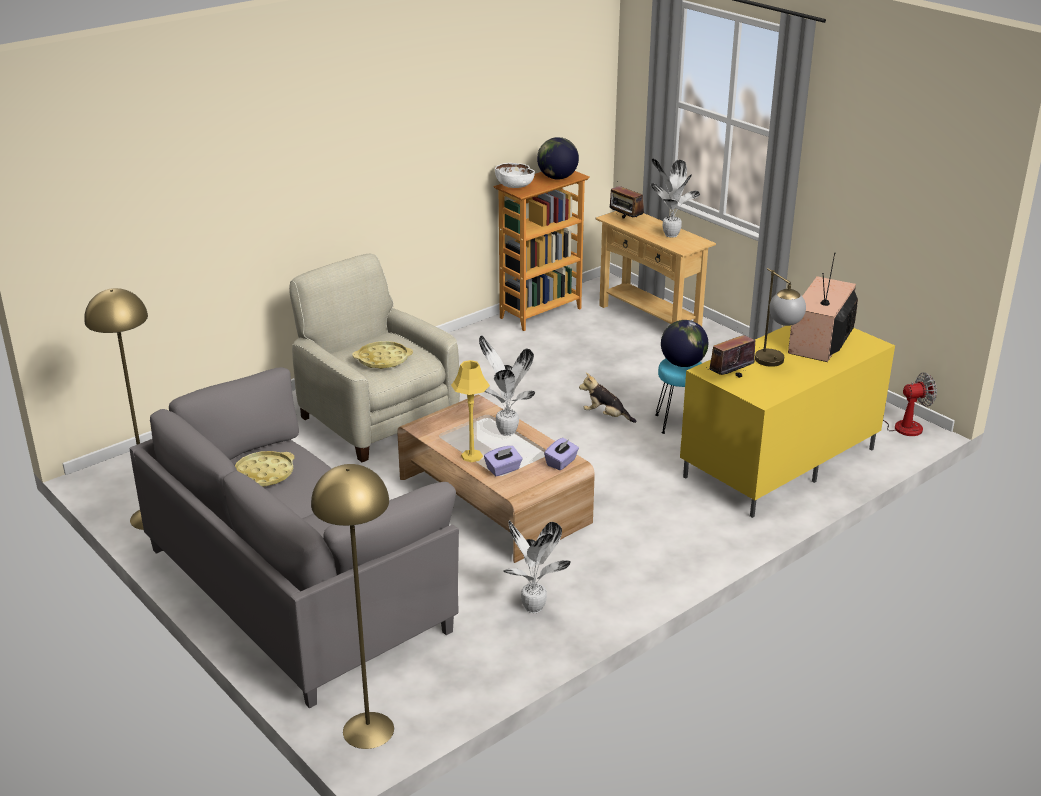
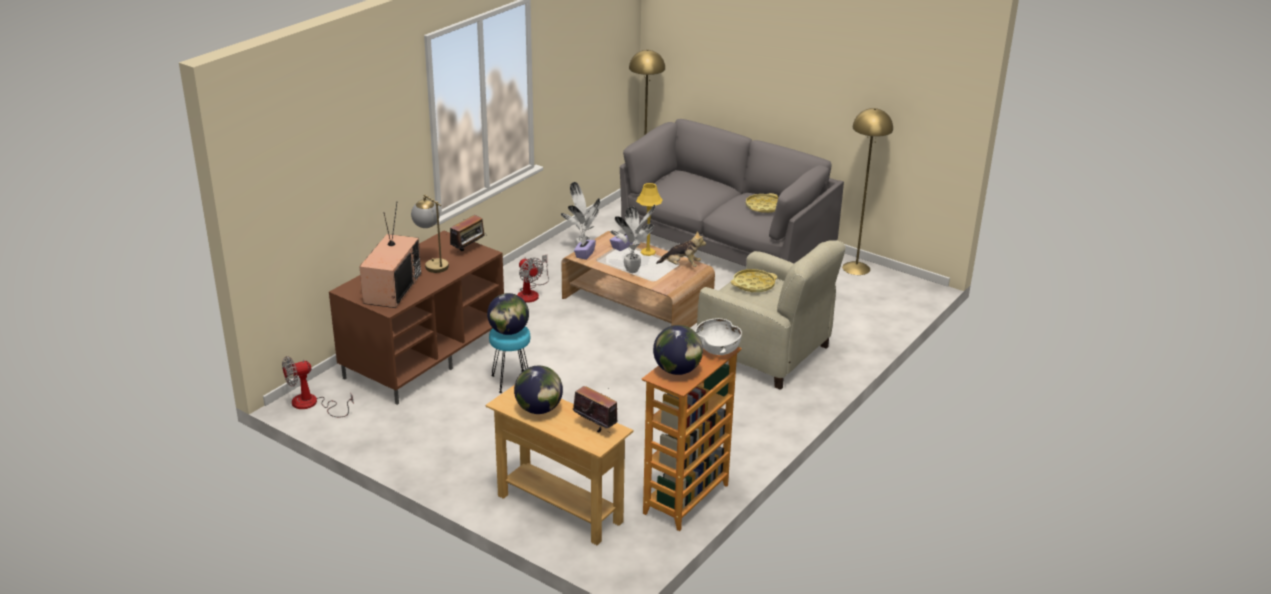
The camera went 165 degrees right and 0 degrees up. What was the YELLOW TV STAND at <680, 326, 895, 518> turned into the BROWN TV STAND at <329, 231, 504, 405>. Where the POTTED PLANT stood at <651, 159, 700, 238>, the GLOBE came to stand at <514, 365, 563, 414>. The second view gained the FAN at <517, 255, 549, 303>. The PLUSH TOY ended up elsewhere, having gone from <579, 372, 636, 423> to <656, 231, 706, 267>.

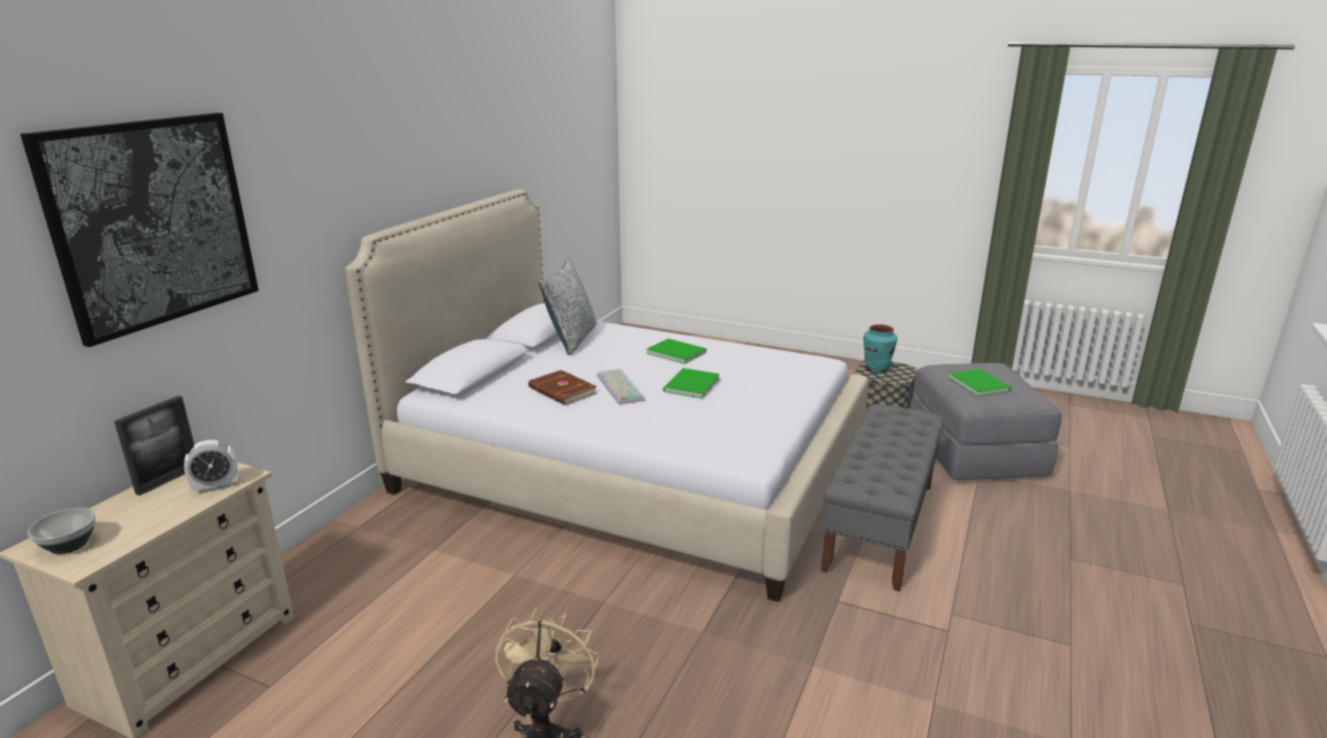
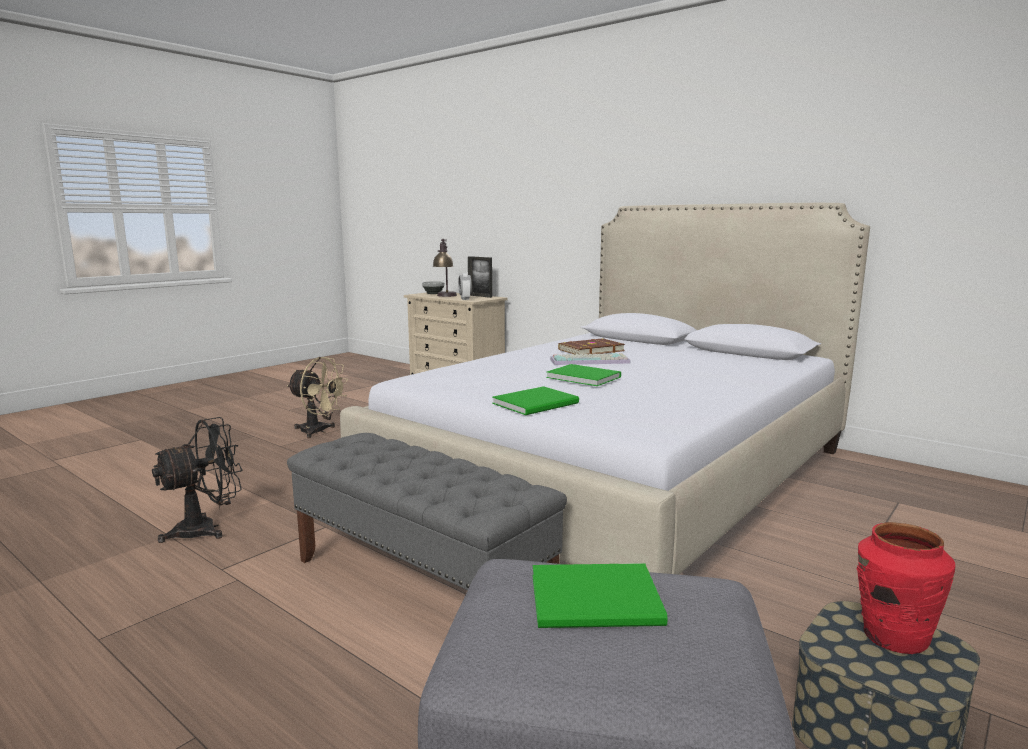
The camera went 105 degrees right and 10 degrees down. The second view gained the BLACK FAN at <152, 417, 242, 543>. The second view gained the TABLE LAMP at <433, 239, 457, 297>. The GREEN BOOK ended up elsewhere, having gone from <647, 338, 706, 364> to <492, 386, 579, 415>. What was the TURQUOISE VASE at <863, 324, 898, 373> turned into the RED VASE at <856, 522, 955, 654>. The second view lost the PICTURE at <20, 113, 259, 347>. The second view lost the PILLOW at <539, 257, 597, 355>.

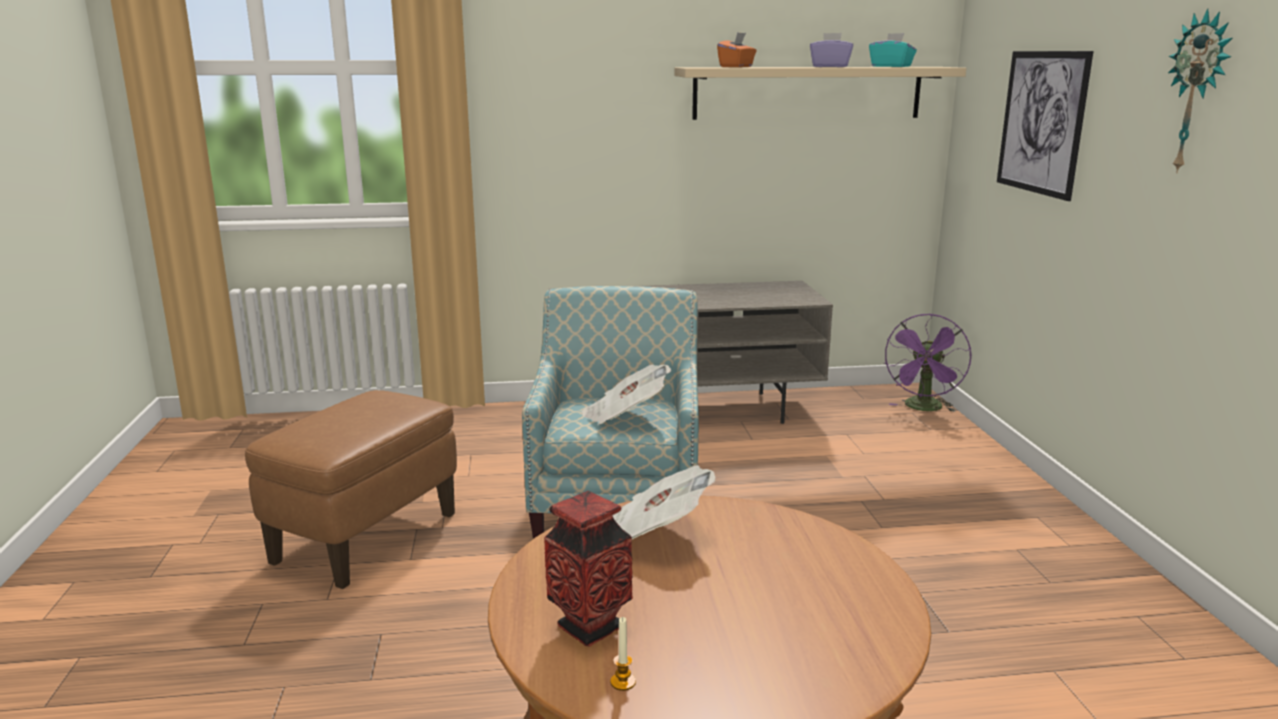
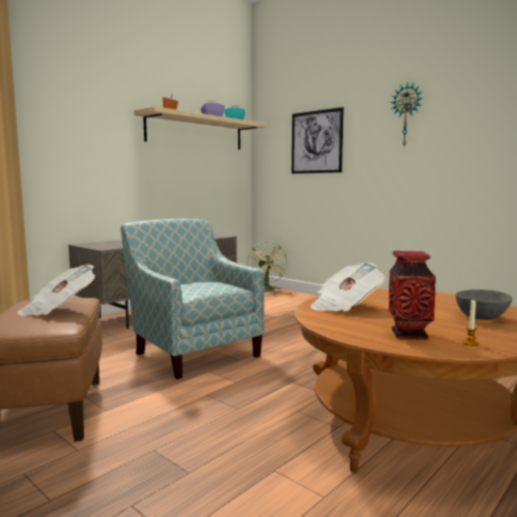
The camera went 40 degrees left and 10 degrees down. The NEWSPAPER ended up elsewhere, having gone from <581, 365, 671, 425> to <18, 264, 95, 316>. What was the PURPLE FAN at <884, 314, 971, 412> turned into the GREEN FAN at <247, 241, 288, 291>. The second view gained the GREY BOWL at <455, 289, 512, 320>.

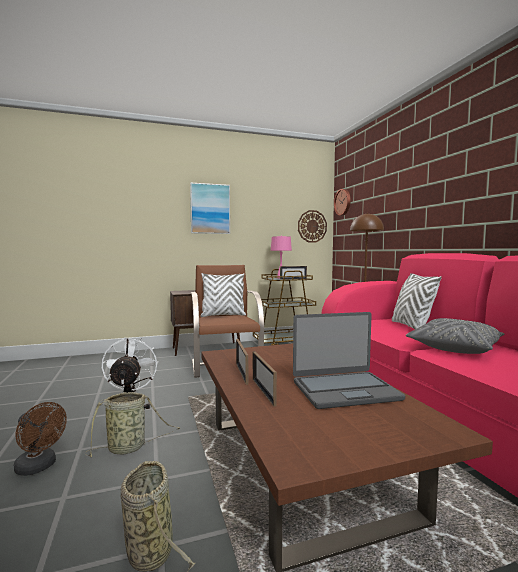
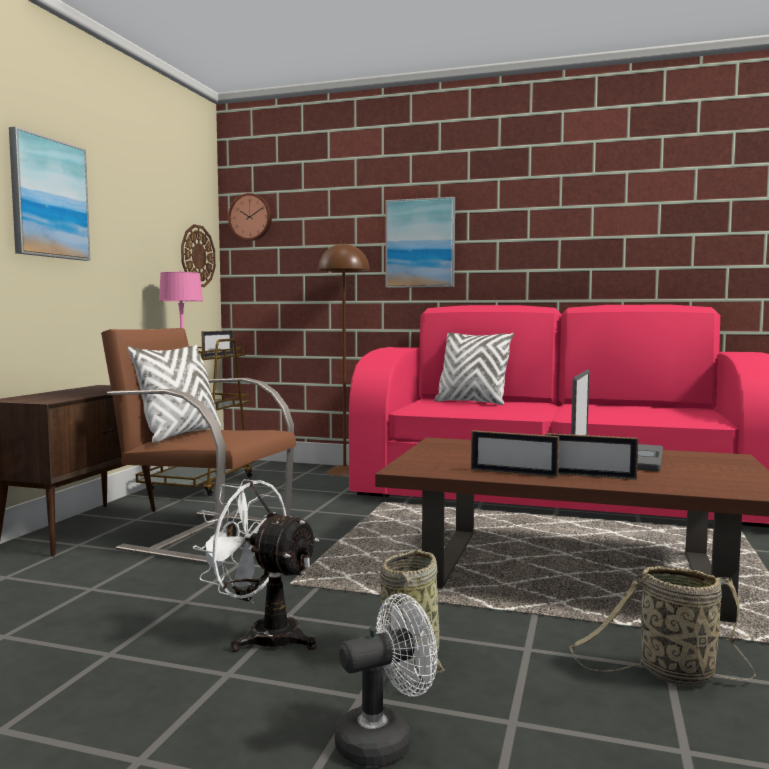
The camera went 55 degrees left and 0 degrees up. What was the BROWN FAN at <14, 402, 67, 476> turned into the WHITE FAN at <335, 593, 438, 767>. The second view gained the PICTURE at <385, 197, 455, 288>. The second view lost the GREY PILLOW at <406, 318, 504, 354>.

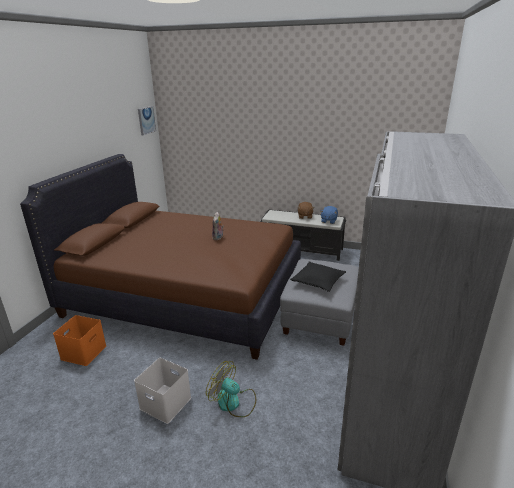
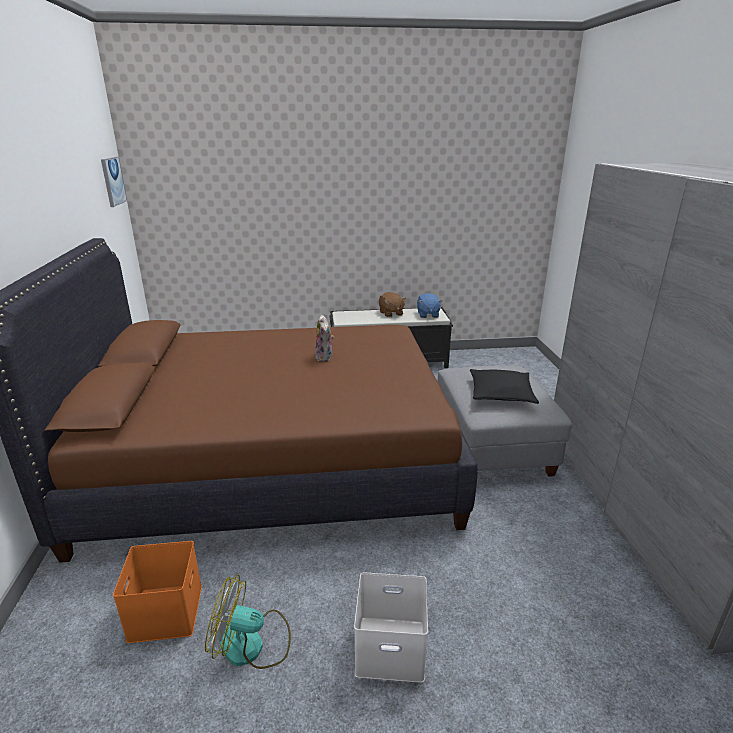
The camera went 25 degrees left and 0 degrees up. The FAN ended up elsewhere, having gone from <206, 361, 256, 417> to <205, 574, 291, 669>.

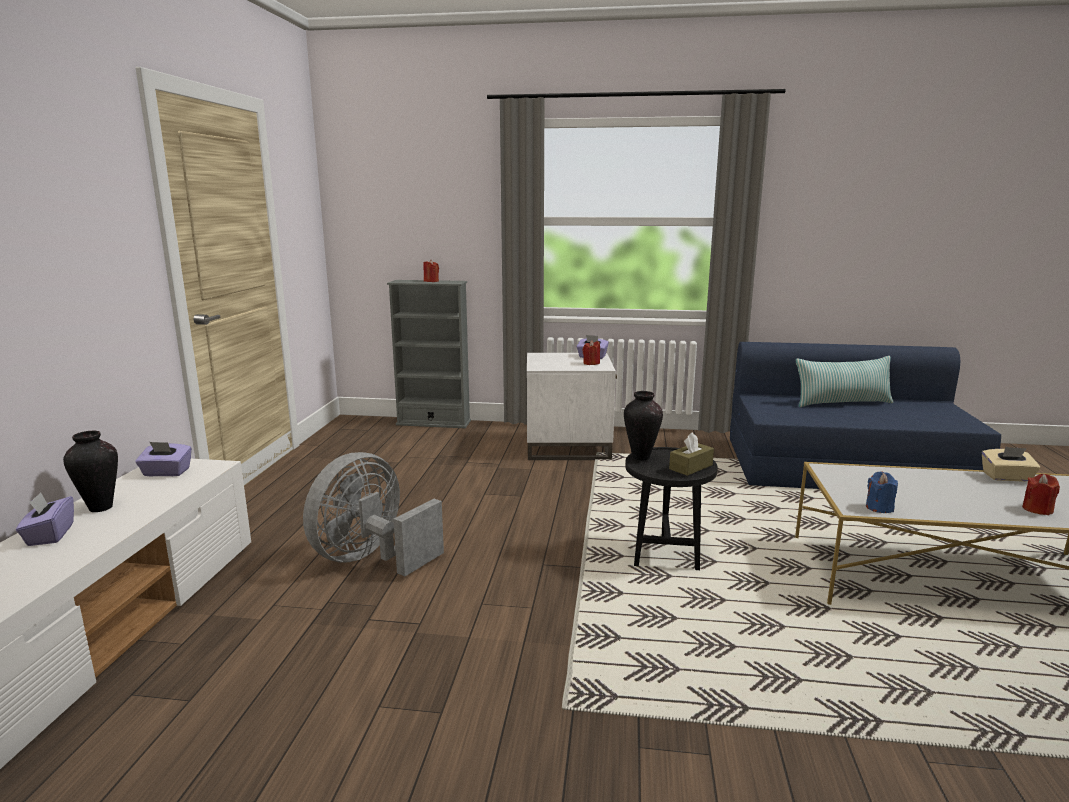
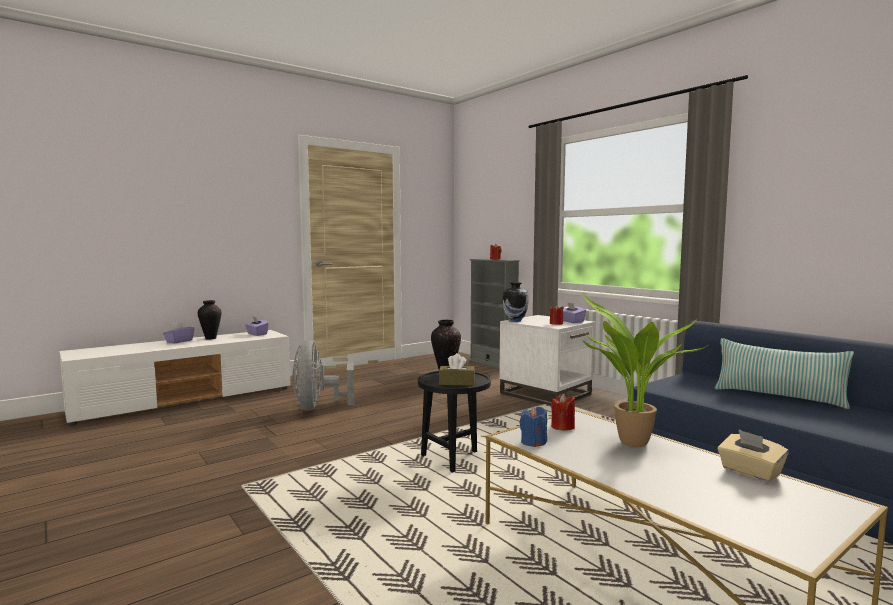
The camera went 45 degrees right and 10 degrees down. The GREY FAN at <303, 452, 444, 576> ended up facing another way, 90 degrees counterclockwise from before. The second view gained the VASE at <503, 282, 529, 322>. The RED CANDLE ended up elsewhere, having gone from <1022, 474, 1060, 515> to <551, 394, 575, 431>. The second view gained the POTTED PLANT at <582, 293, 708, 447>.

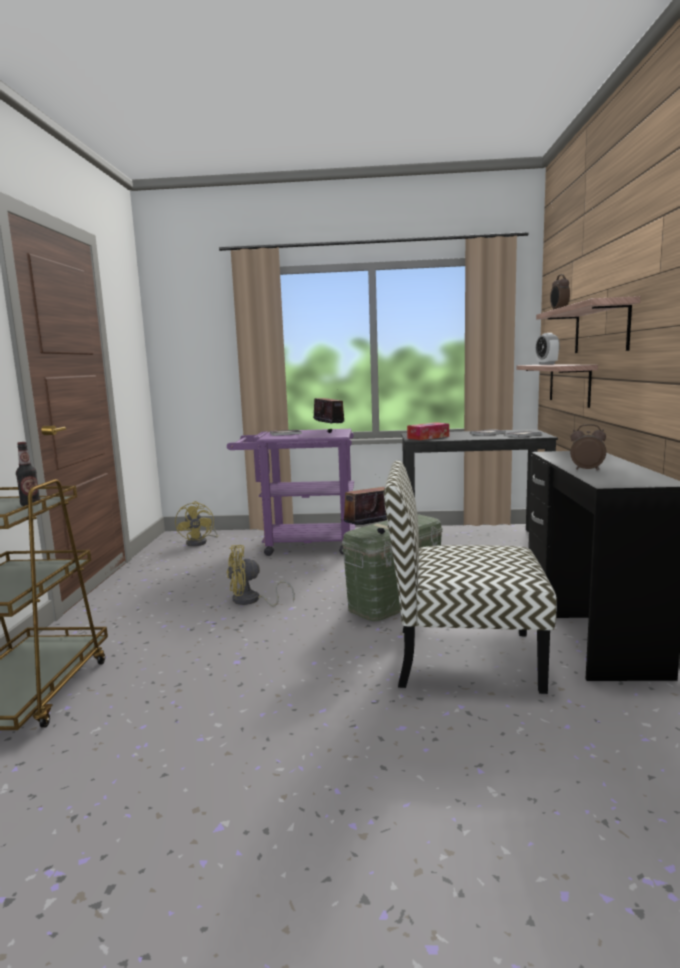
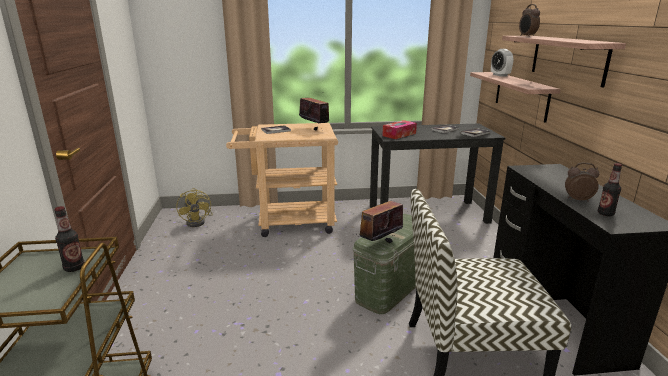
The camera went 10 degrees left and 10 degrees up. What was the PURPLE CART at <227, 429, 355, 556> turned into the BEIGE CART at <226, 123, 338, 237>. The second view gained the BOTTLE at <598, 163, 622, 216>. The second view lost the YELLOW FAN at <227, 545, 295, 606>.

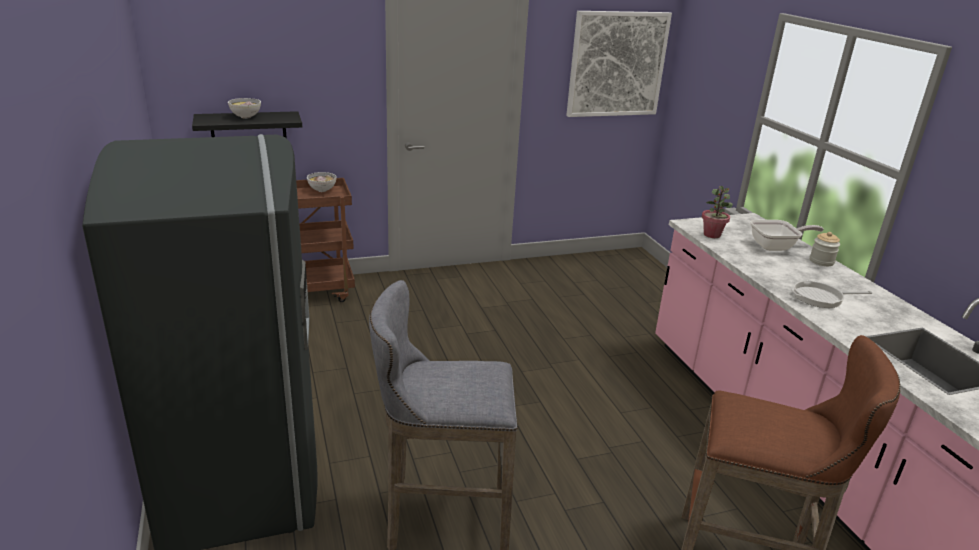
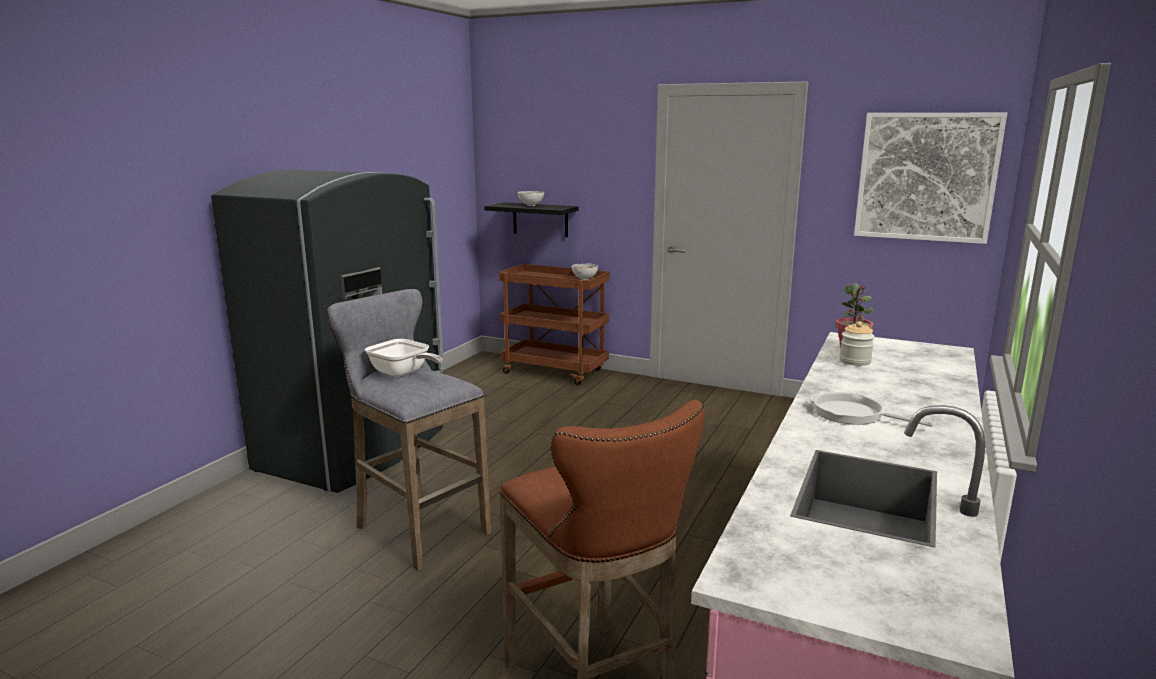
The camera went 45 degrees right and 10 degrees down. The FRYING PAN ended up elsewhere, having gone from <750, 220, 824, 251> to <365, 339, 443, 377>. The JAR ended up elsewhere, having gone from <810, 232, 840, 266> to <839, 321, 875, 366>.

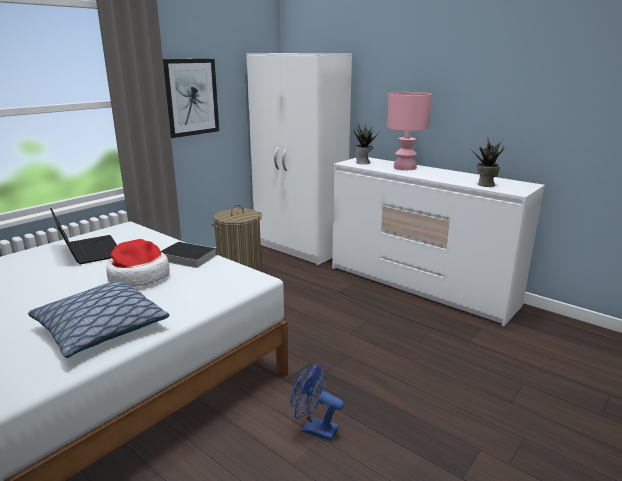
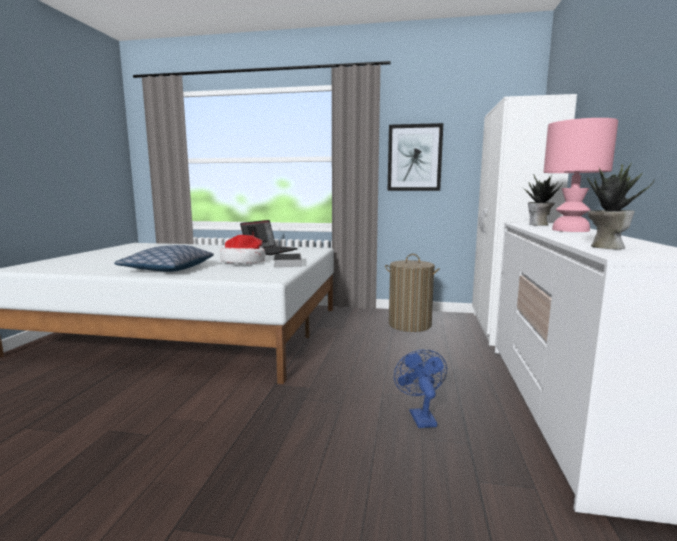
The camera went 60 degrees right and 10 degrees down. The BLUE FAN ended up elsewhere, having gone from <291, 363, 344, 441> to <394, 350, 447, 428>.

